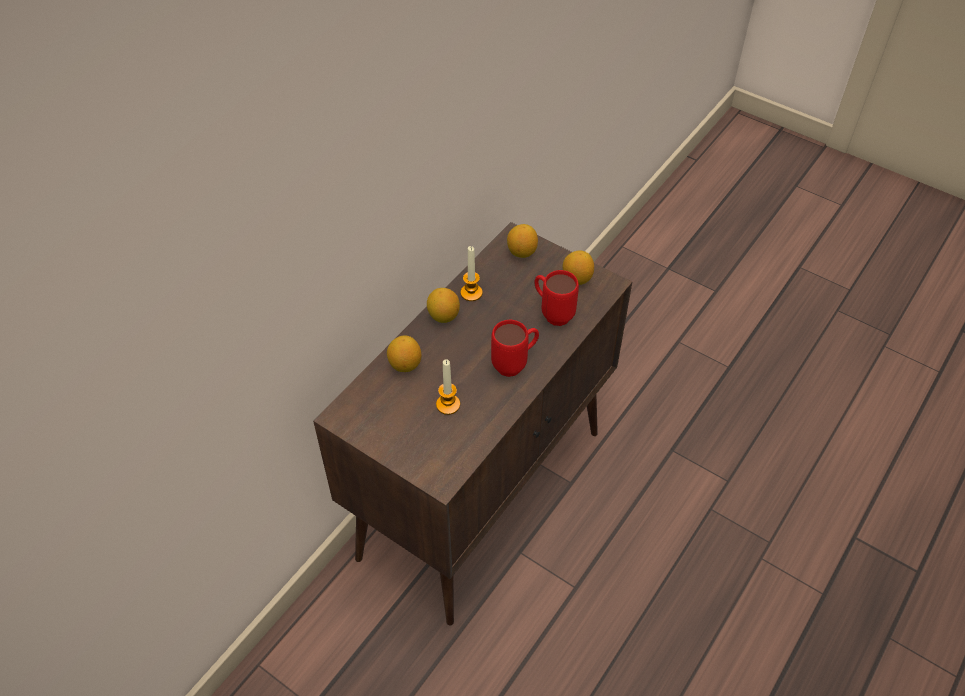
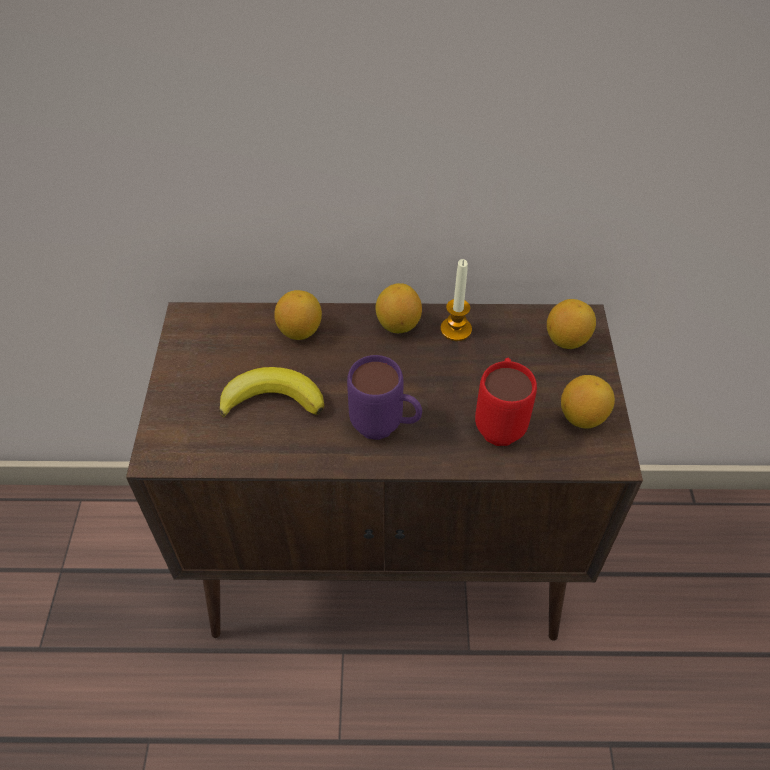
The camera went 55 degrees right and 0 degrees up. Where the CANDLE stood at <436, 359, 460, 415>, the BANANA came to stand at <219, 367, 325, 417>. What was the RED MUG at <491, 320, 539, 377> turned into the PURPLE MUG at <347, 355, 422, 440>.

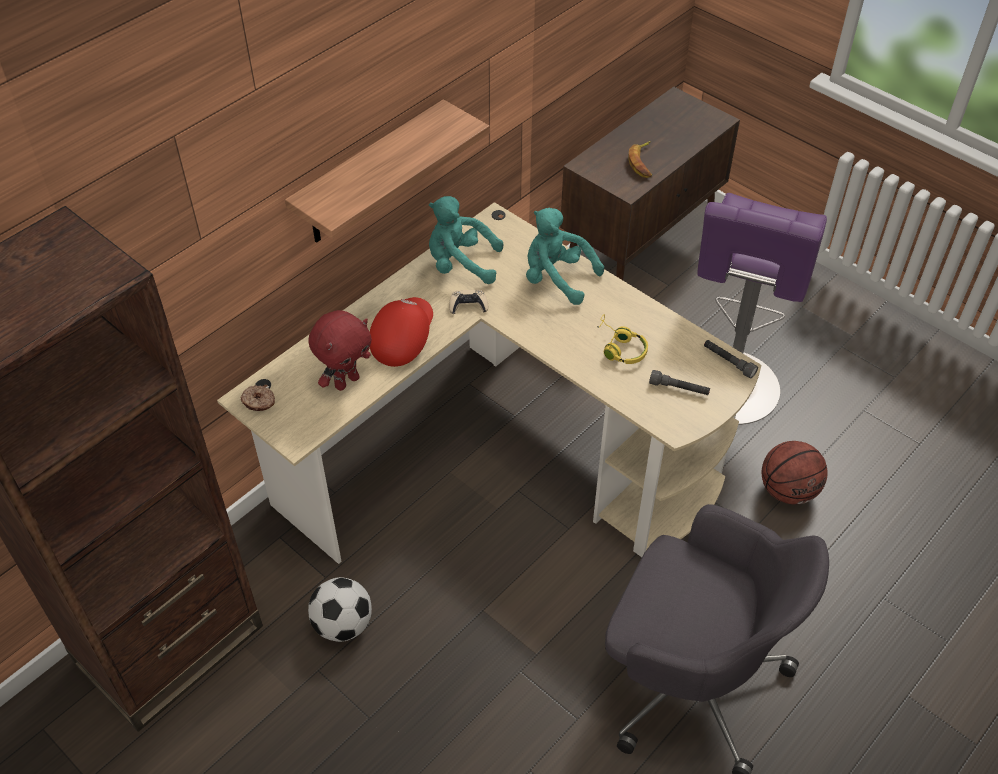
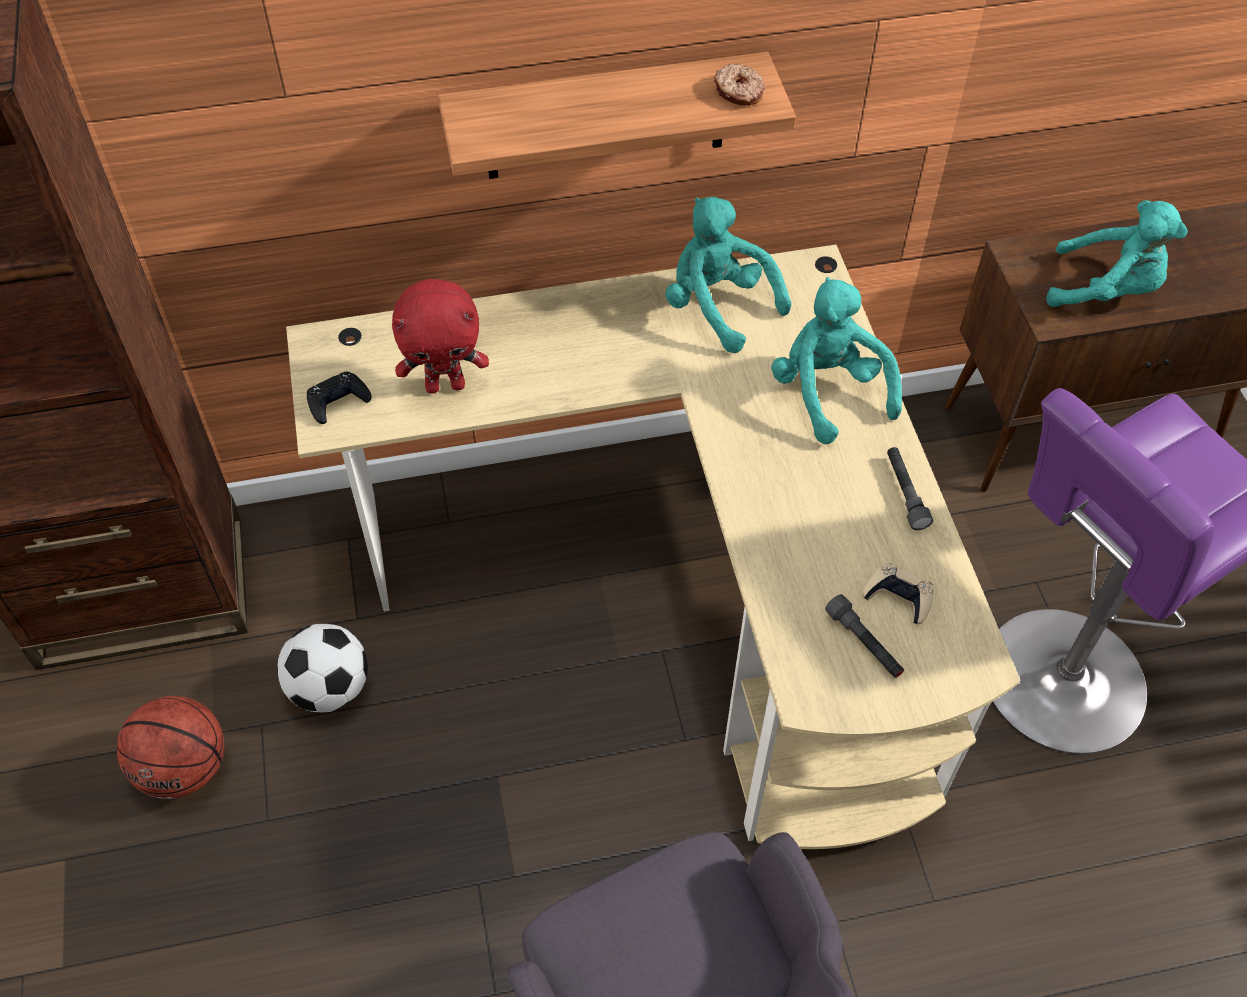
The camera went 35 degrees right and 5 degrees up. The BASKETBALL ended up elsewhere, having gone from <762, 441, 828, 505> to <117, 696, 224, 799>. The second view gained the BLACK GAME CONTROLLER at <307, 371, 372, 424>. The DONUT ended up elsewhere, having gone from <240, 385, 275, 411> to <714, 64, 764, 106>. The BEIGE GAME CONTROLLER ended up elsewhere, having gone from <449, 289, 488, 314> to <862, 563, 934, 624>. The GREY FLASHLIGHT ended up elsewhere, having gone from <704, 340, 758, 379> to <887, 447, 933, 530>. Where the BANANA stood at <628, 141, 652, 178>, the TURQUOISE PLUSH TOY came to stand at <1047, 200, 1188, 307>. The second view lost the RED CAP at <370, 297, 433, 367>. The second view lost the YELLOW HEADPHONES at <598, 314, 648, 364>.

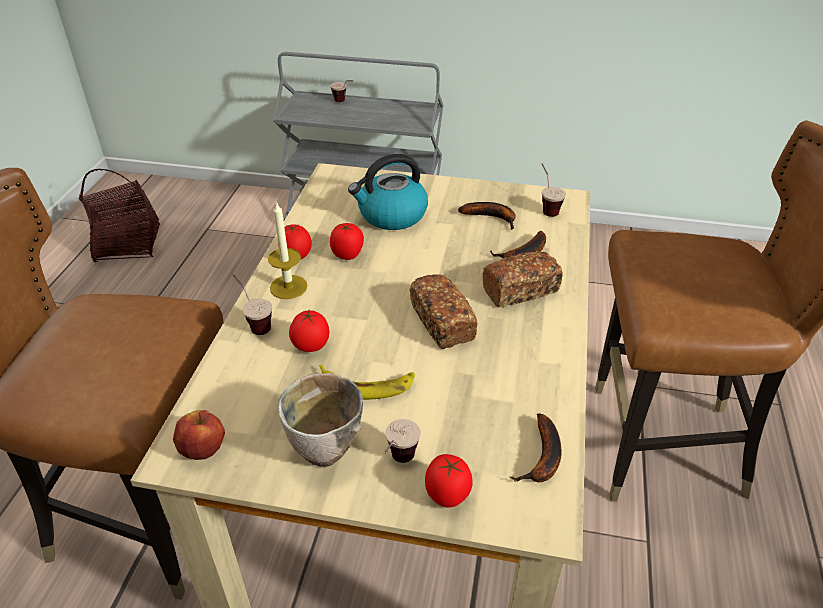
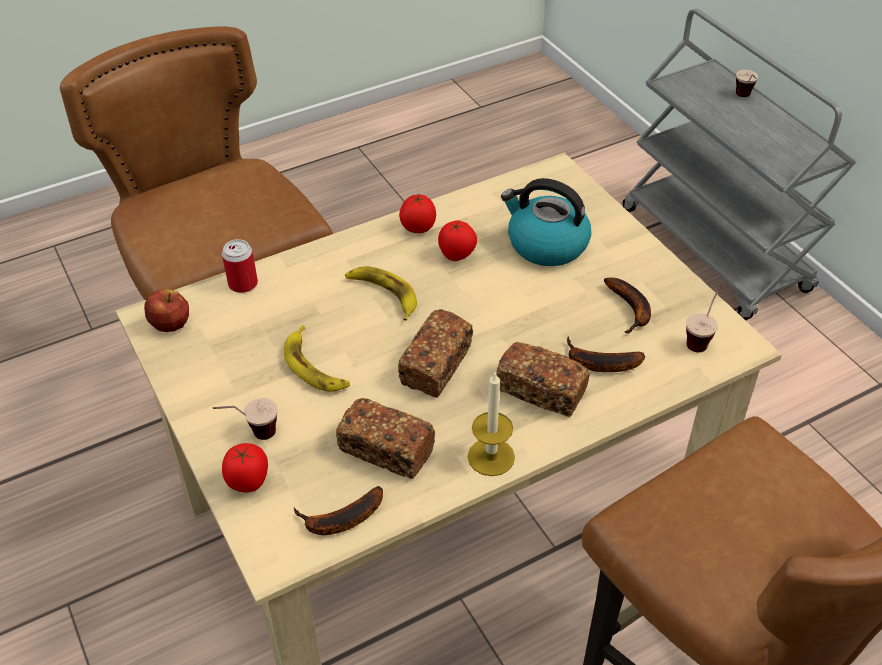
The camera went 50 degrees right and 5 degrees up. The second view gained the CAN at <222, 239, 258, 293>. The second view gained the BREAD at <336, 398, 435, 479>. The second view gained the BANANA at <345, 266, 417, 321>. The CANDLE ended up elsewhere, having gone from <268, 201, 308, 299> to <468, 373, 515, 476>. The second view lost the BASKET at <79, 169, 160, 262>. The second view lost the CUP at <233, 274, 272, 335>. The second view lost the BOWL at <278, 373, 363, 467>. The second view lost the TOMATO at <289, 310, 330, 352>.

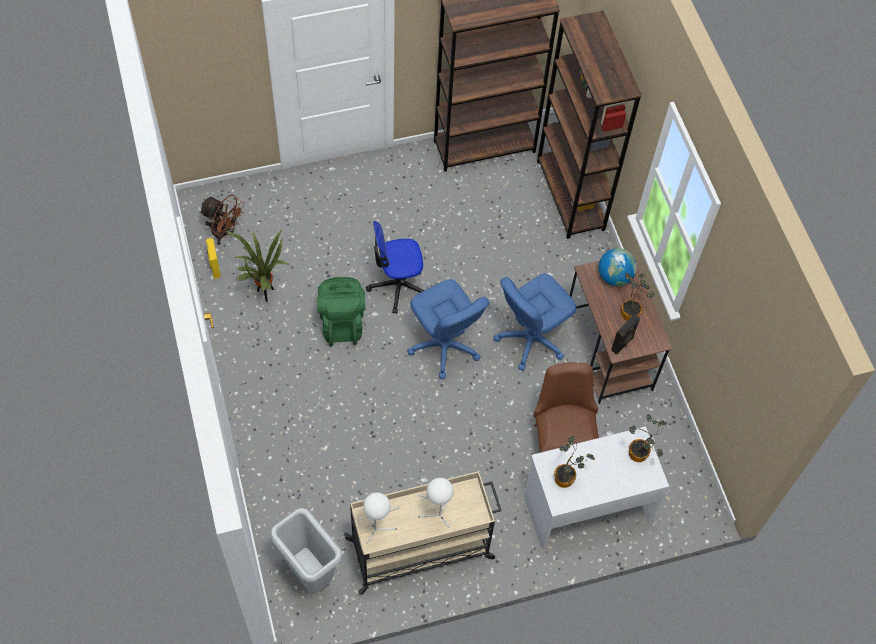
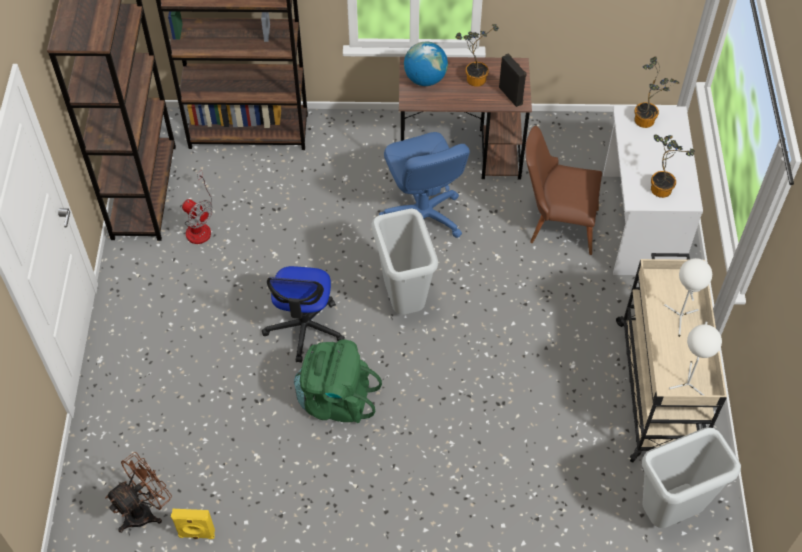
The camera went 70 degrees left and 5 degrees down. The second view gained the FAN at <182, 170, 213, 244>. Where the BLUE OFFICE CHAIR stood at <407, 279, 490, 379>, the GREY TRASH CAN came to stand at <371, 209, 438, 315>. The second view lost the POTTED PLANT at <225, 229, 290, 302>.

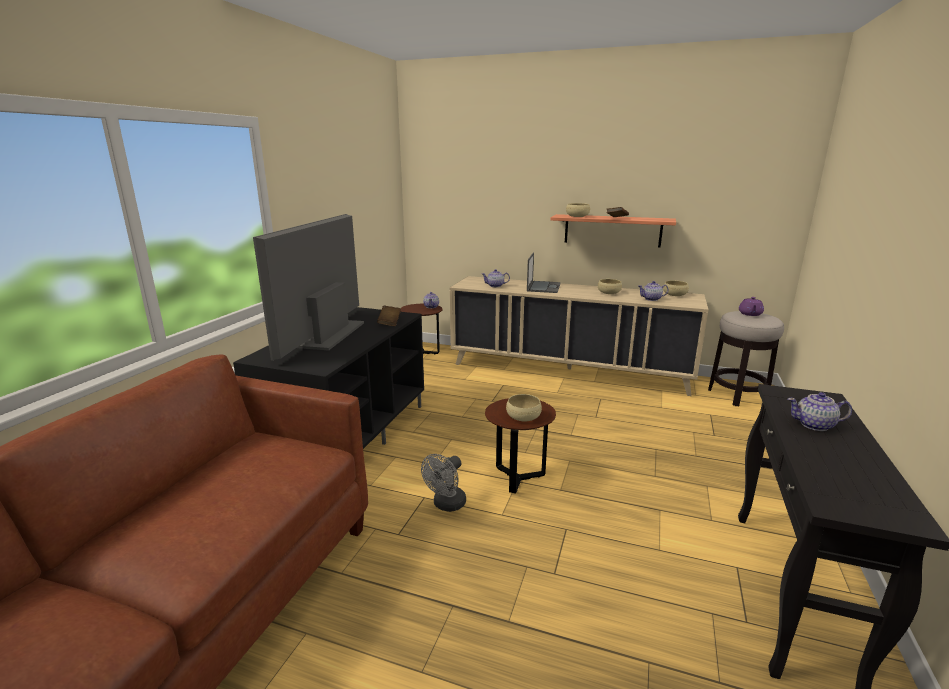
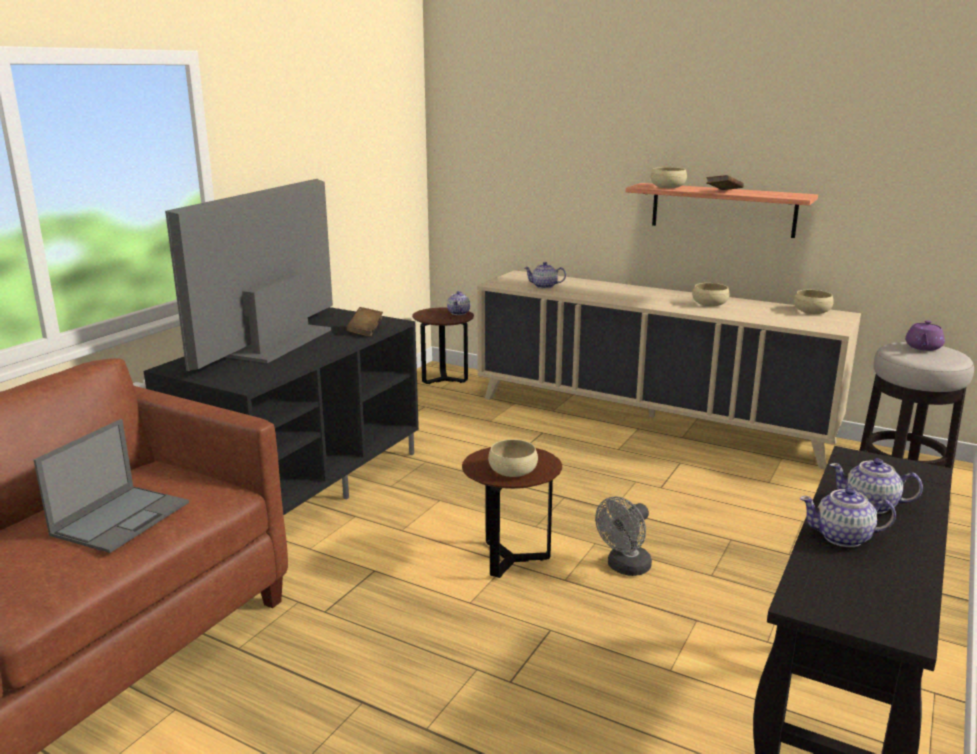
The camera went 10 degrees right and 0 degrees up. The LAPTOP ended up elsewhere, having gone from <527, 252, 561, 293> to <34, 419, 189, 553>. The GREY FAN ended up elsewhere, having gone from <421, 454, 466, 512> to <595, 496, 652, 576>. The TEAPOT ended up elsewhere, having gone from <638, 281, 668, 301> to <800, 487, 896, 547>.

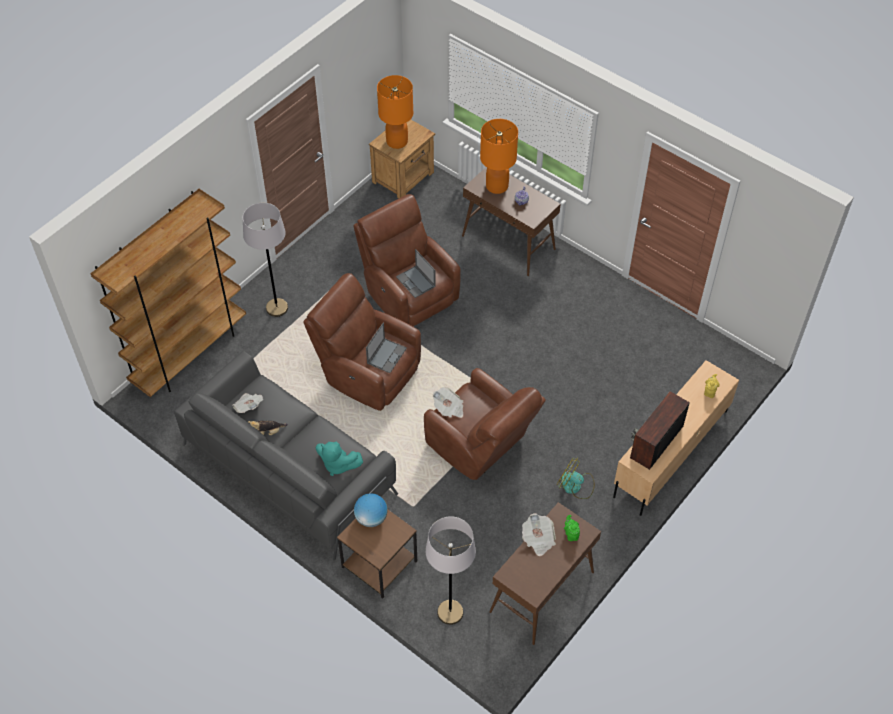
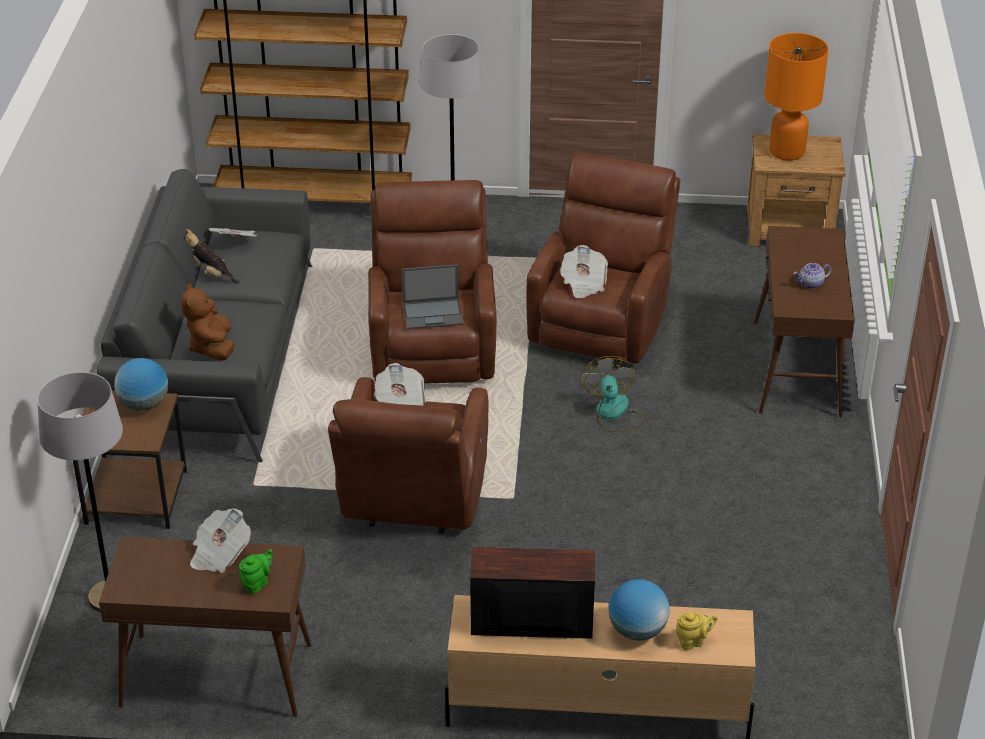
The camera went 55 degrees right and 15 degrees down. What was the TURQUOISE PLUSH TOY at <316, 442, 363, 476> turned into the BROWN PLUSH TOY at <181, 284, 234, 361>. Where the LAPTOP stood at <396, 249, 436, 298>, the NEWSPAPER came to stand at <560, 245, 608, 299>. The FAN ended up elsewhere, having gone from <557, 458, 595, 499> to <580, 356, 647, 433>. The second view gained the GLOBE at <608, 579, 670, 641>. The second view lost the ORANGE TABLE LAMP at <480, 119, 518, 194>.

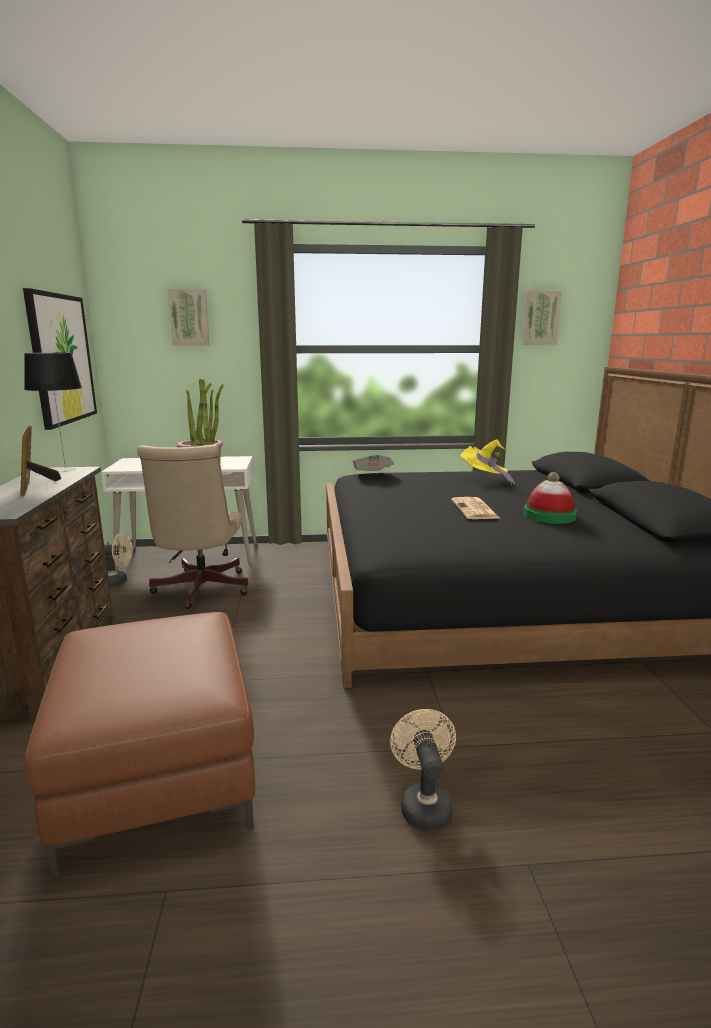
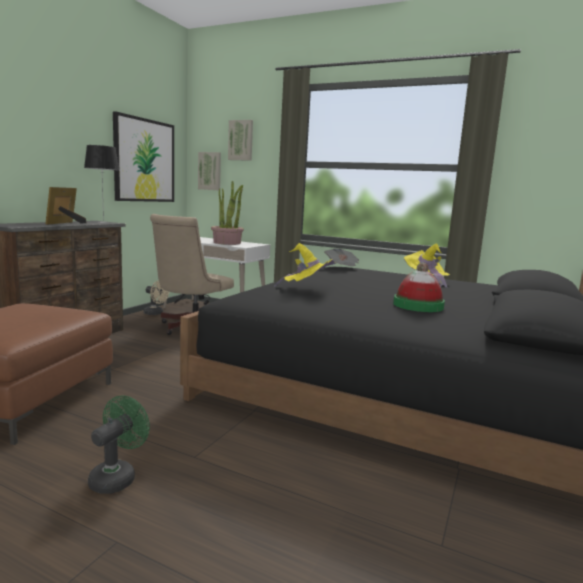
The camera went 30 degrees right and 5 degrees down. What was the BEIGE FAN at <390, 709, 456, 830> turned into the GREEN FAN at <88, 395, 150, 494>. The PICTURE ended up elsewhere, having gone from <522, 291, 562, 345> to <198, 152, 221, 190>. The second view gained the YELLOW HAT at <274, 243, 336, 287>. The second view lost the NEWSPAPER at <451, 497, 501, 519>.

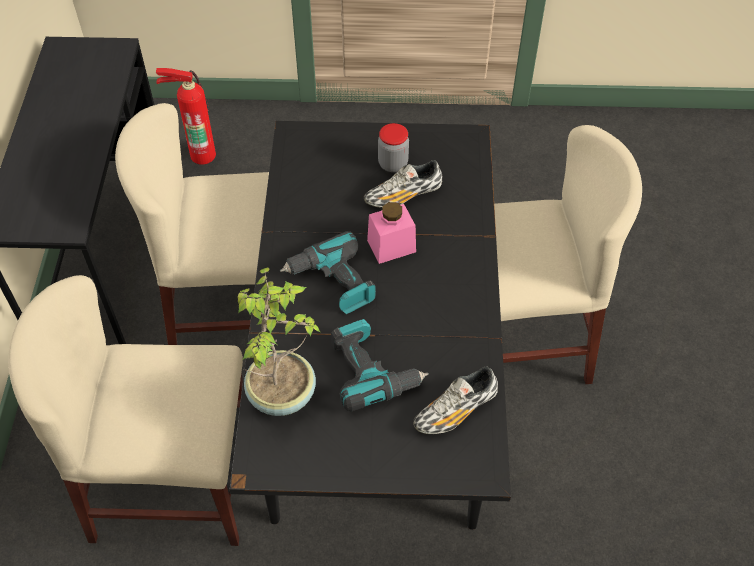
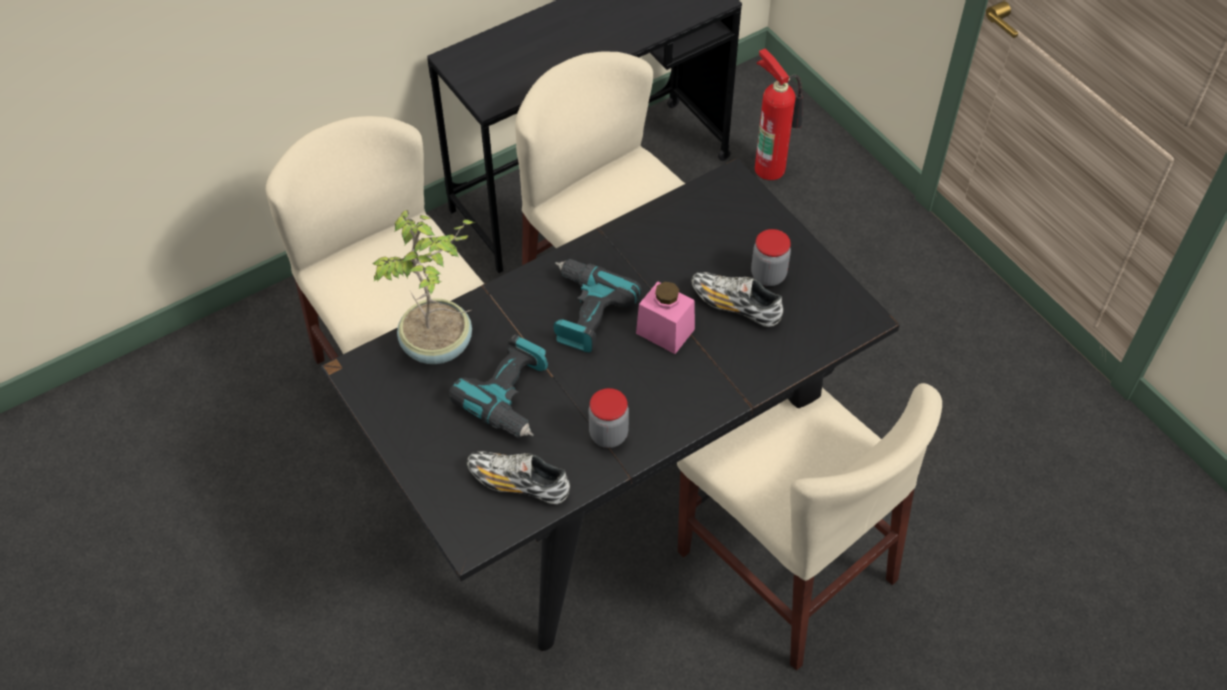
The camera went 55 degrees right and 0 degrees up. The second view gained the JAR at <589, 388, 629, 448>.

